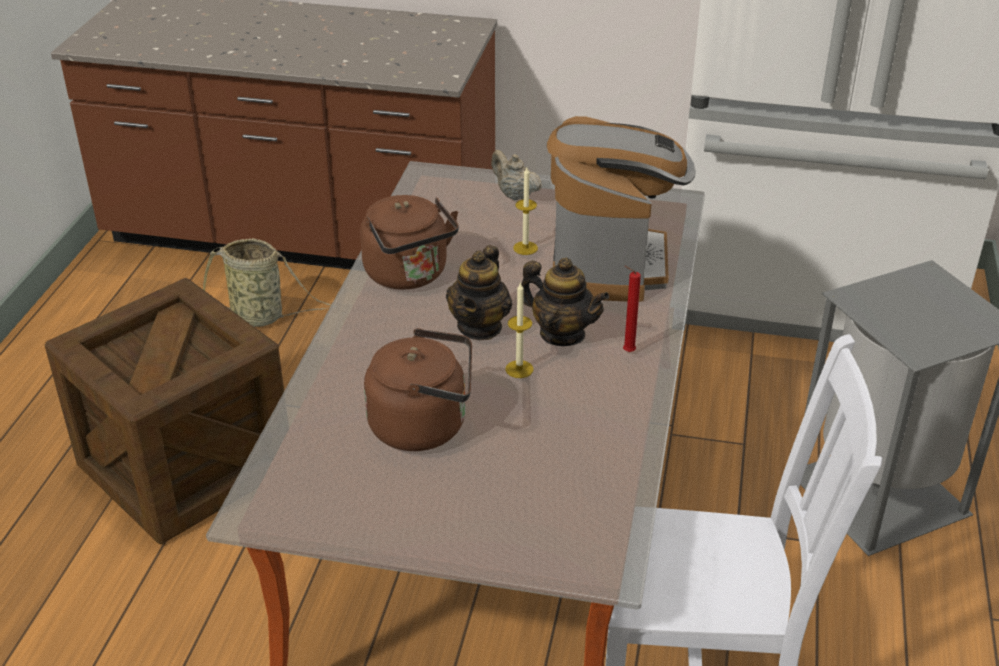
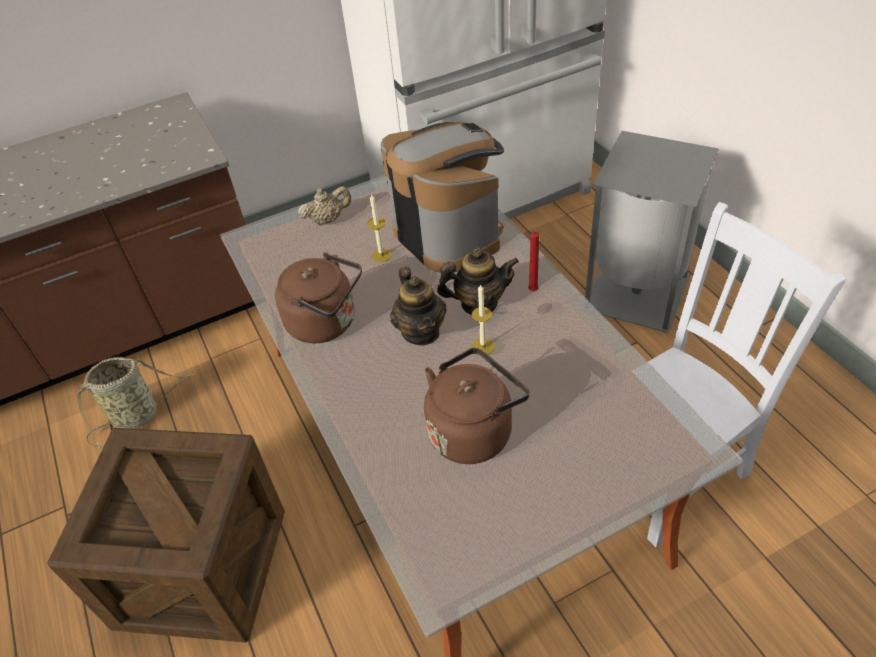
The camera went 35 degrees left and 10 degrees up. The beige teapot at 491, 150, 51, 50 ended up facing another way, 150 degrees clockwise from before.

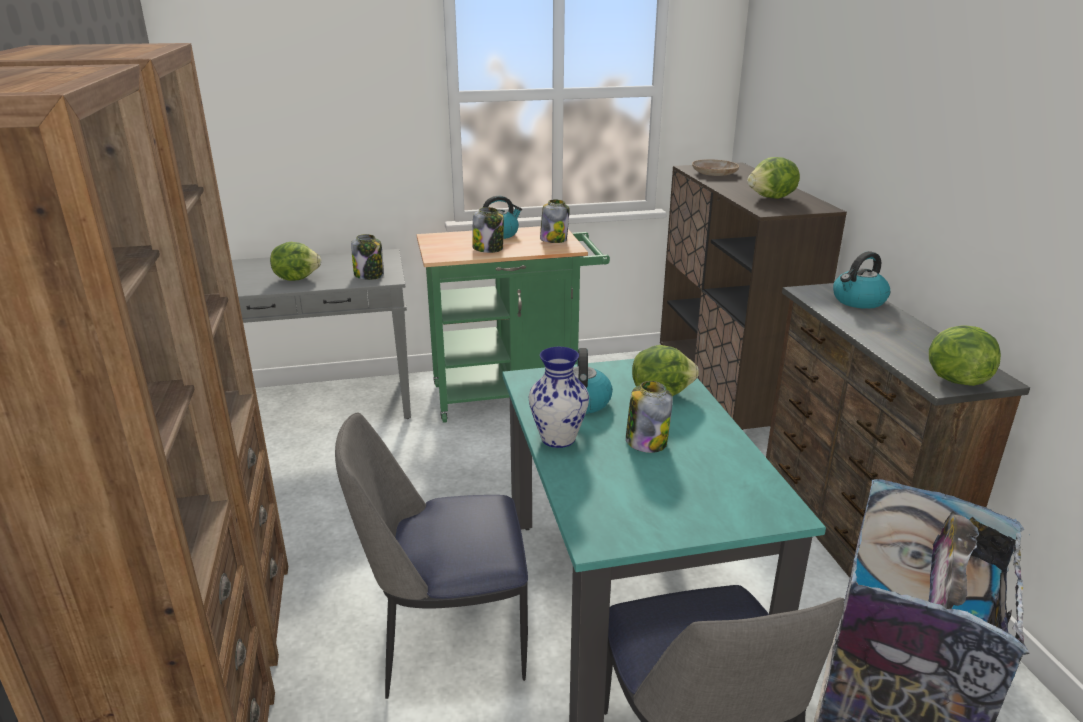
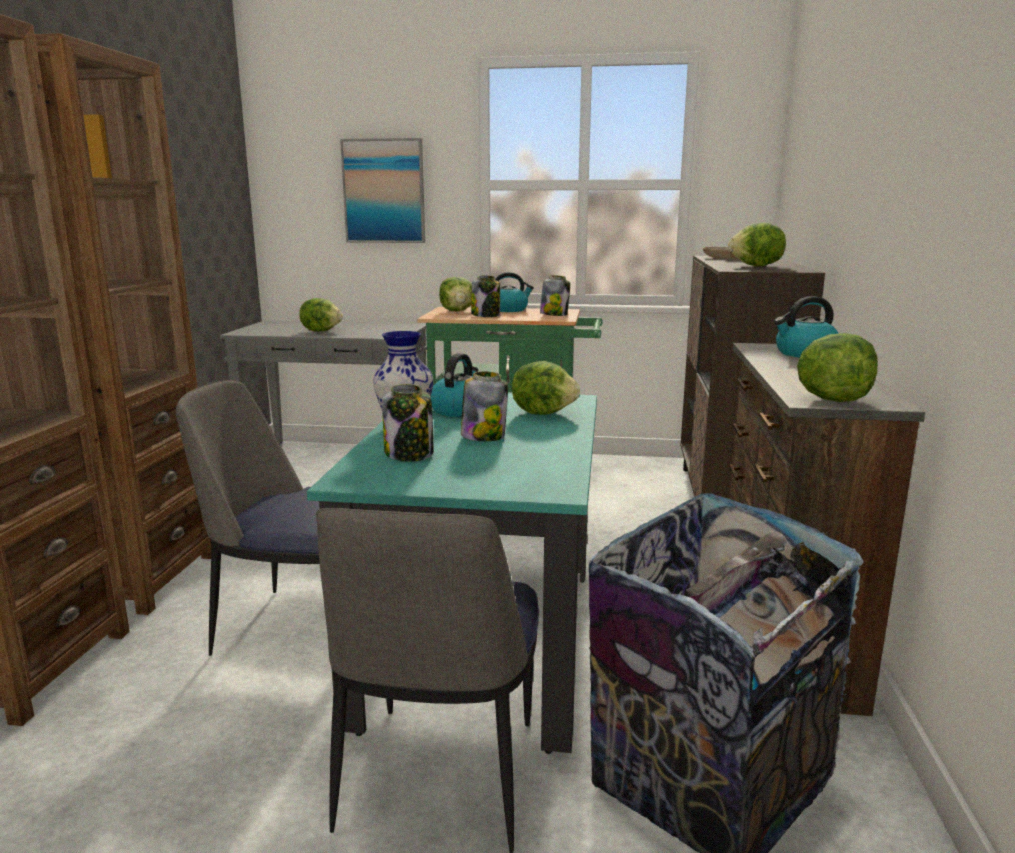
The camera went 20 degrees right and 10 degrees down. The second view gained the picture at 340, 138, 85, 105. The jar ended up elsewhere, having gone from 351, 234, 33, 46 to 382, 384, 51, 78. The second view gained the lettuce at 439, 277, 33, 34.

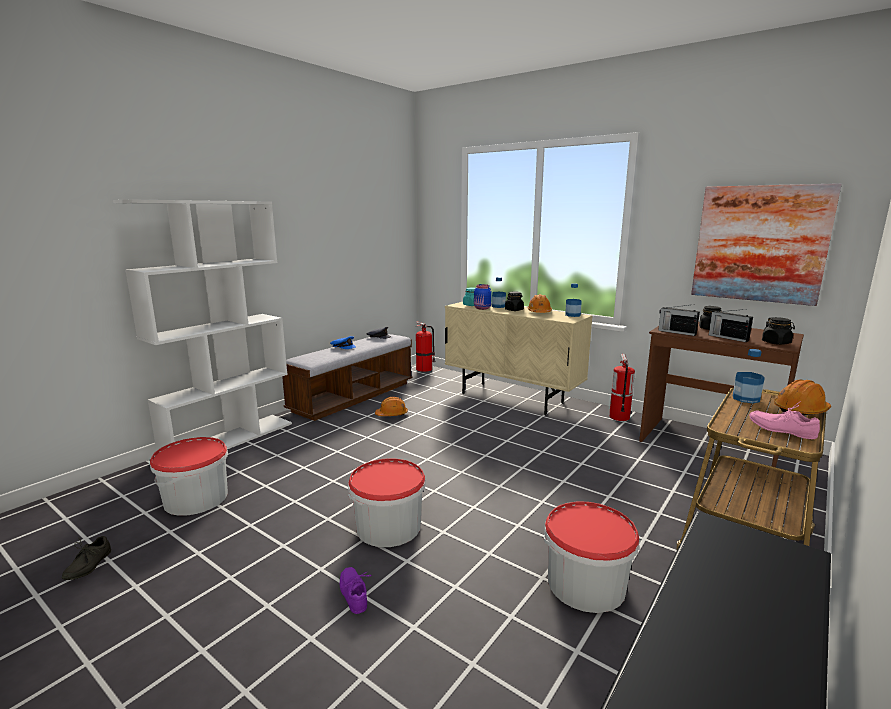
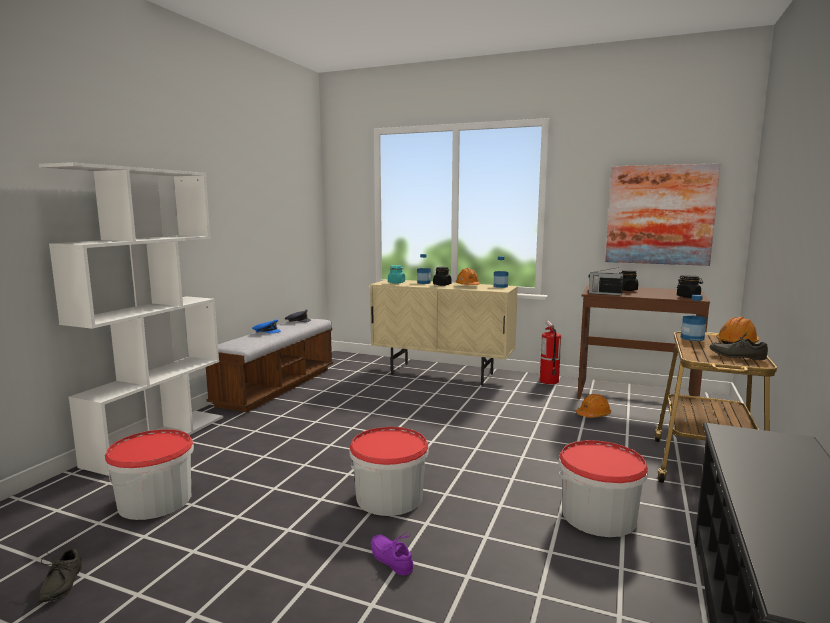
The camera went 15 degrees left and 5 degrees down. The orange hard hat ended up elsewhere, having gone from 375, 397, 33, 19 to 576, 394, 35, 23. What was the pink shoe at 749, 401, 71, 38 turned into the grey shoe at 710, 331, 58, 29. The second view lost the fire extinguisher at 415, 322, 21, 50. The second view lost the blue jar at 474, 284, 18, 26. The second view lost the radio at 709, 309, 44, 33.

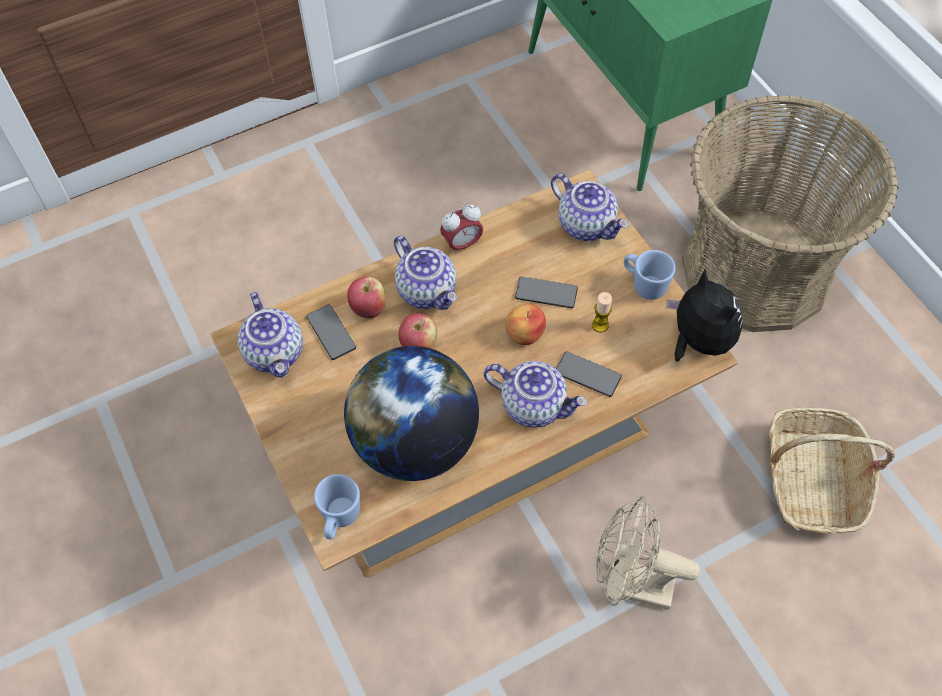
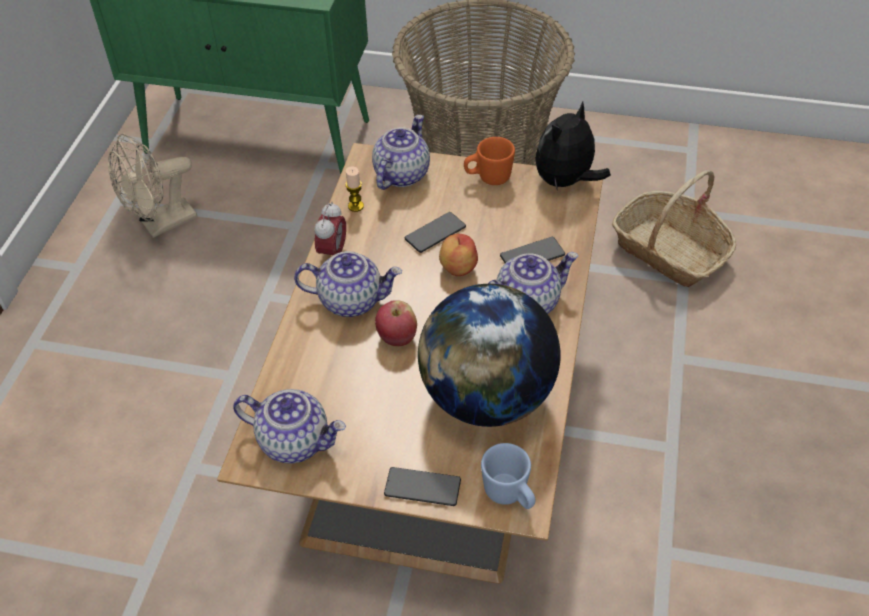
The camera went 50 degrees left and 10 degrees down. The beige fan ended up elsewhere, having gone from 596, 496, 104, 113 to 108, 133, 89, 105. The candle ended up elsewhere, having gone from 592, 292, 20, 40 to 345, 166, 19, 46. The teapot at 551, 173, 78, 68 ended up facing another way, 60 degrees counterclockwise from before. The phone ended up elsewhere, having gone from 306, 305, 50, 55 to 384, 467, 77, 39. What was the blue mug at 624, 250, 52, 50 turned into the orange mug at 464, 137, 51, 48. The plush toy at 666, 268, 77, 94 ended up facing another way, 60 degrees counterclockwise from before. The second view lost the apple at 347, 276, 39, 42.

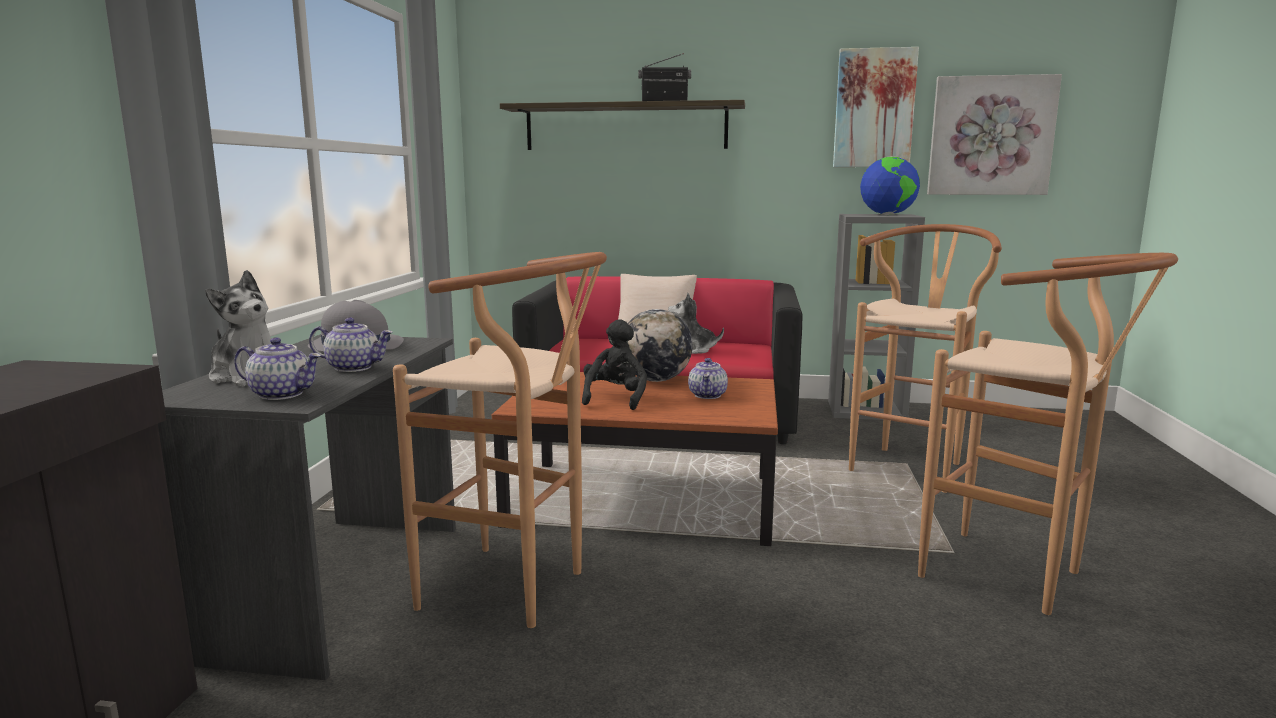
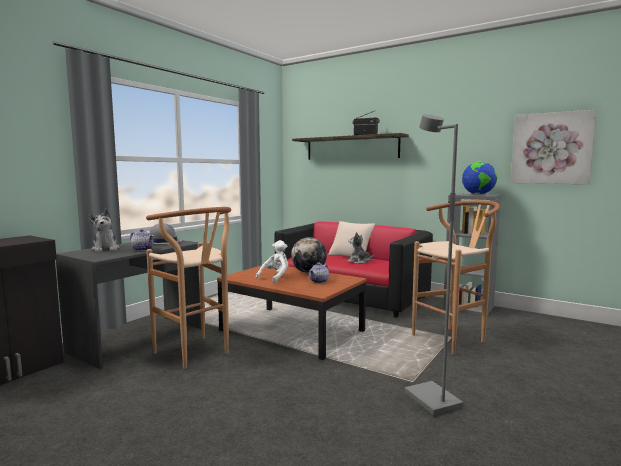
The camera went 25 degrees right and 5 degrees down. What was the black plush toy at 582, 319, 65, 91 turned into the white plush toy at 256, 240, 32, 43. Where the brown stool stood at 918, 253, 260, 362, the grey floor lamp came to stand at 404, 114, 59, 302. The second view lost the teapot at 234, 337, 87, 63. The second view lost the picture at 833, 47, 86, 120.

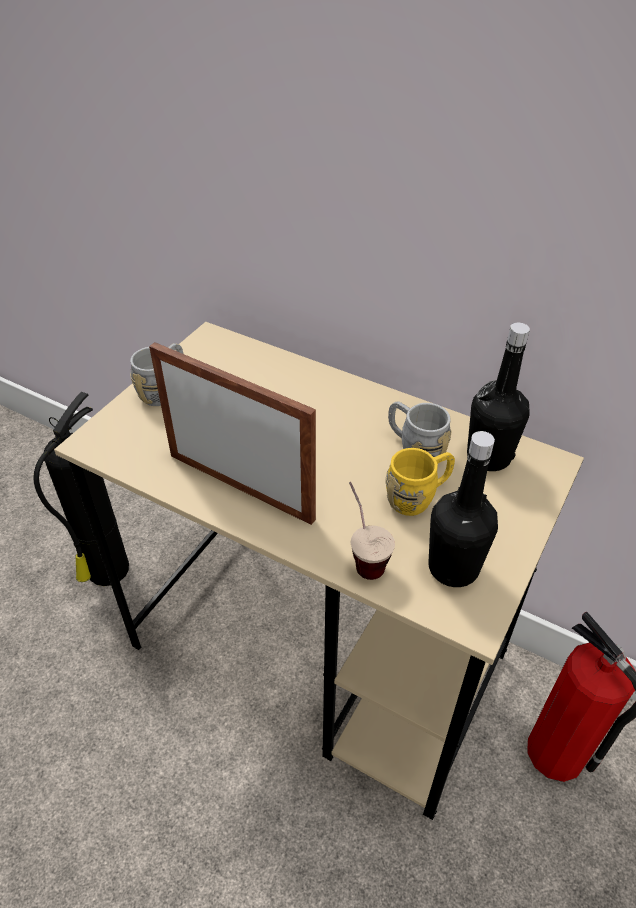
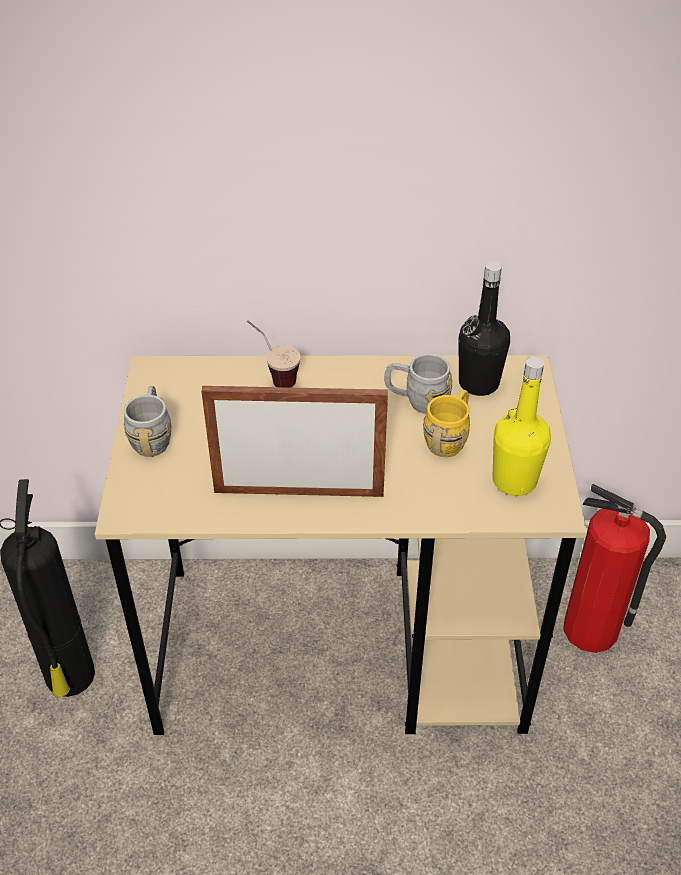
The camera went 30 degrees left and 0 degrees up. The cup ended up elsewhere, having gone from 349, 482, 46, 98 to 247, 320, 54, 68. What was the black bottle at 428, 431, 70, 156 turned into the yellow bottle at 493, 357, 58, 139.

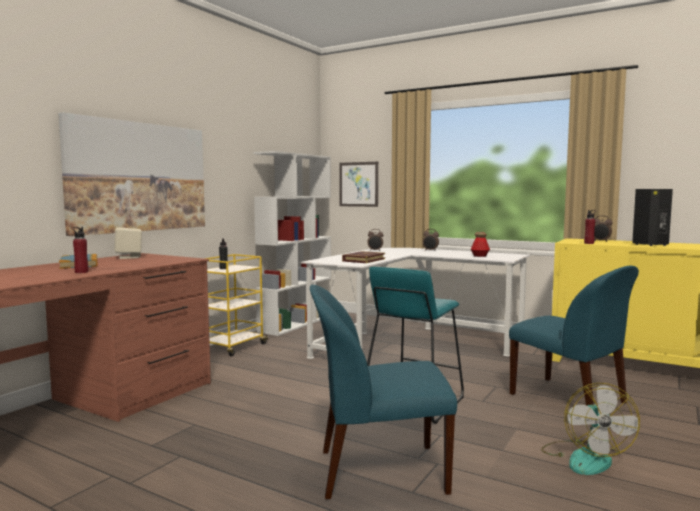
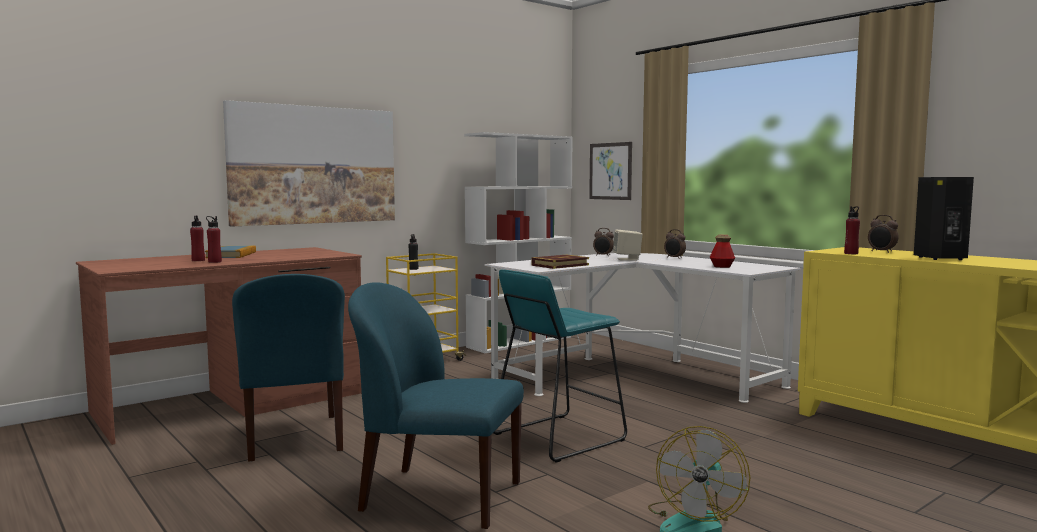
The camera went 20 degrees right and 0 degrees up. The second view gained the red bottle at 190, 216, 15, 45. The blue chair ended up elsewhere, having gone from 509, 266, 130, 140 to 232, 274, 113, 188. The beige speaker ended up elsewhere, having gone from 114, 227, 28, 32 to 613, 230, 29, 31.

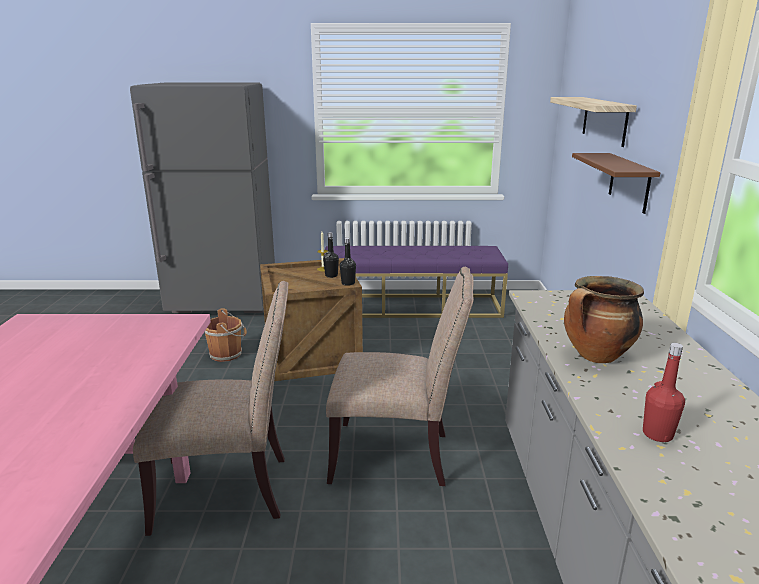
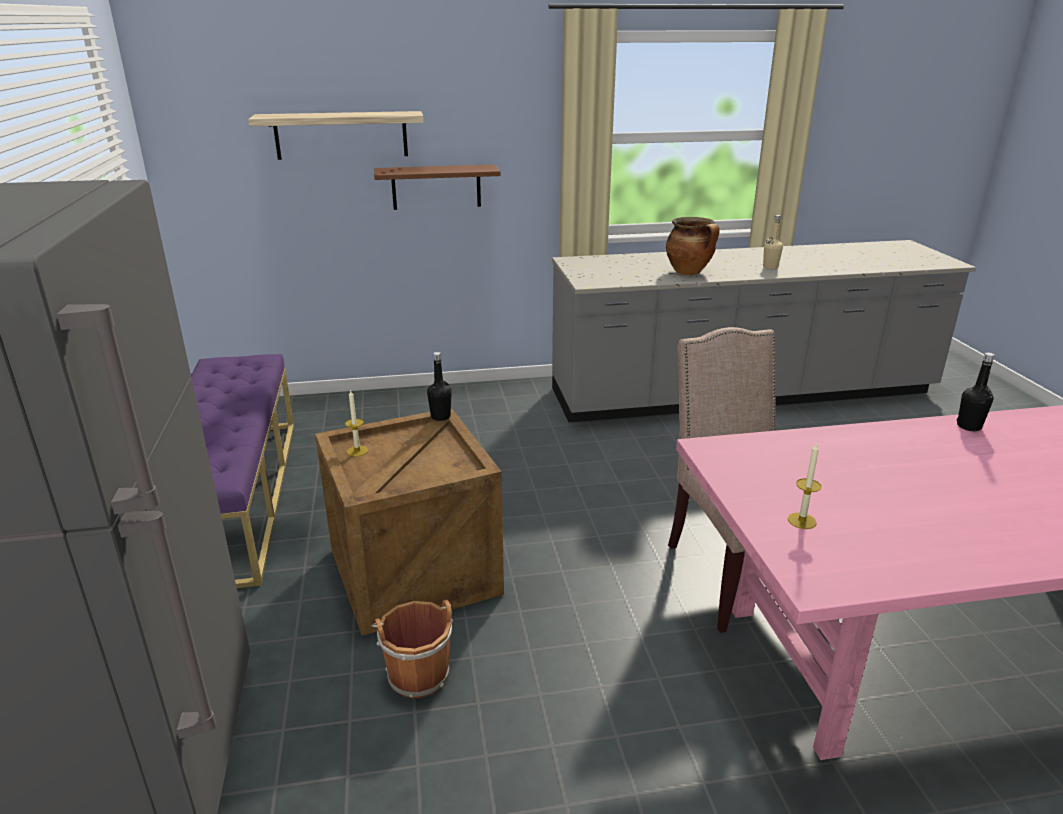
The camera went 100 degrees left and 5 degrees up. What was the red bottle at 643, 343, 42, 99 turned into the beige bottle at 763, 215, 20, 54. The second view gained the candle at 788, 443, 33, 86. The black bottle ended up elsewhere, having gone from 323, 232, 16, 46 to 957, 352, 38, 79. The second view lost the beige chair at 326, 267, 148, 219.

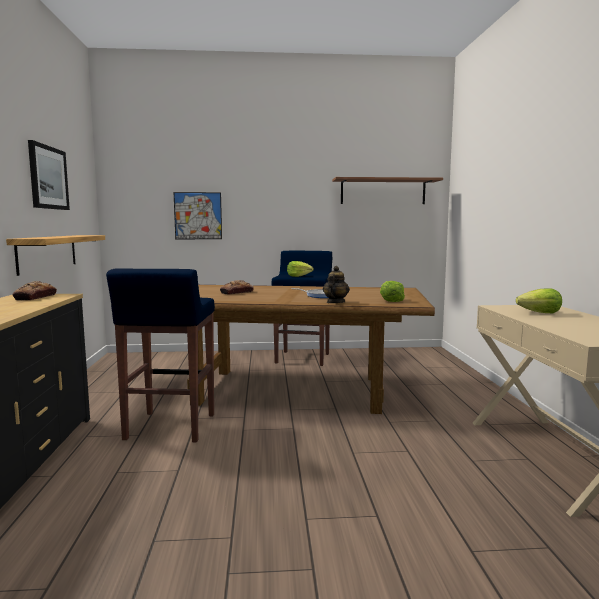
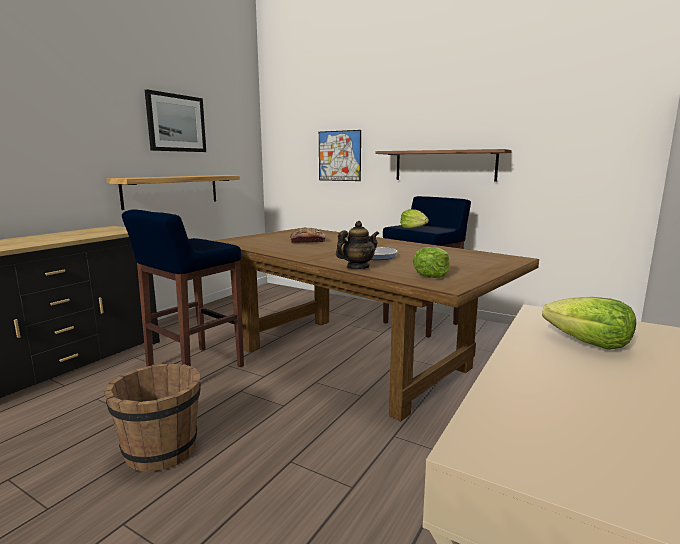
The camera went 35 degrees right and 5 degrees up. The second view gained the brown bucket at 104, 364, 97, 108. The shelf ended up elsewhere, having gone from 332, 177, 111, 27 to 376, 149, 136, 33. The second view lost the bread at 13, 281, 44, 19.

